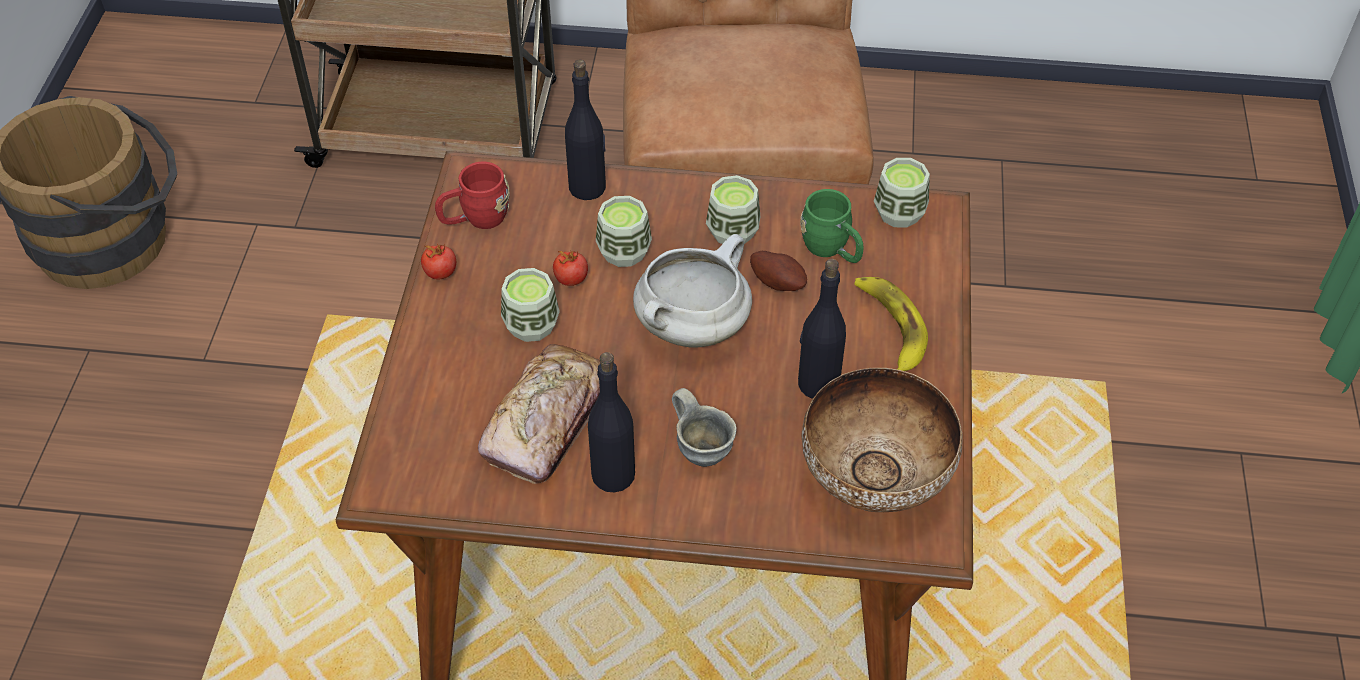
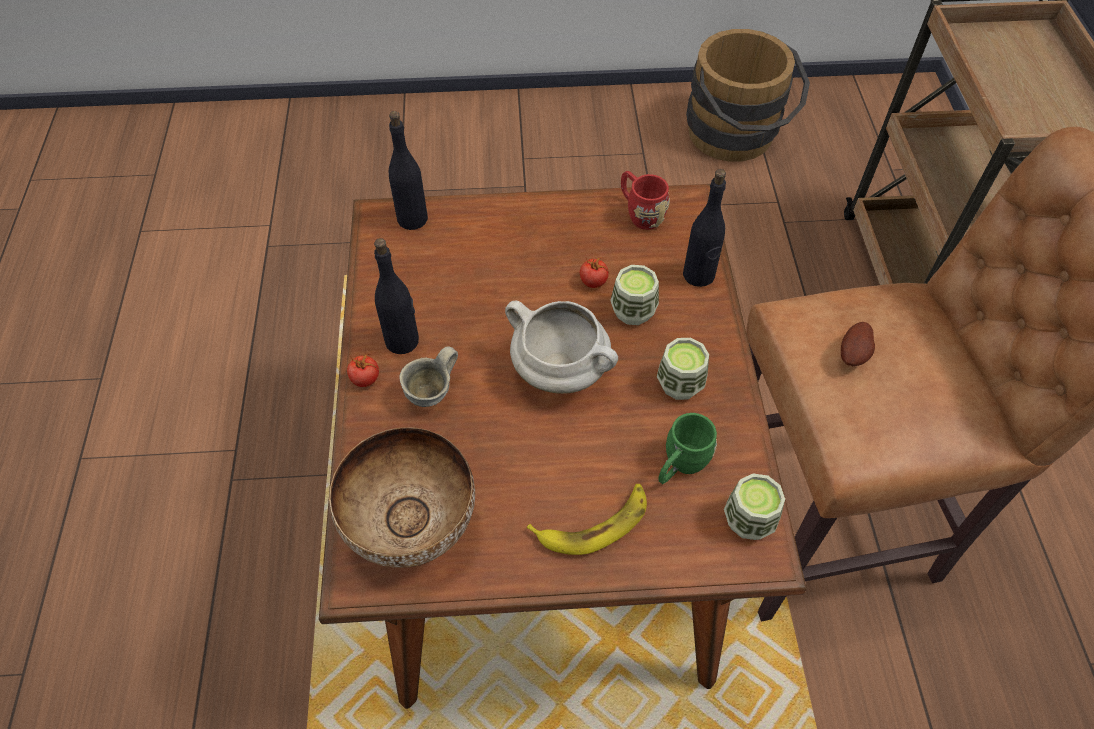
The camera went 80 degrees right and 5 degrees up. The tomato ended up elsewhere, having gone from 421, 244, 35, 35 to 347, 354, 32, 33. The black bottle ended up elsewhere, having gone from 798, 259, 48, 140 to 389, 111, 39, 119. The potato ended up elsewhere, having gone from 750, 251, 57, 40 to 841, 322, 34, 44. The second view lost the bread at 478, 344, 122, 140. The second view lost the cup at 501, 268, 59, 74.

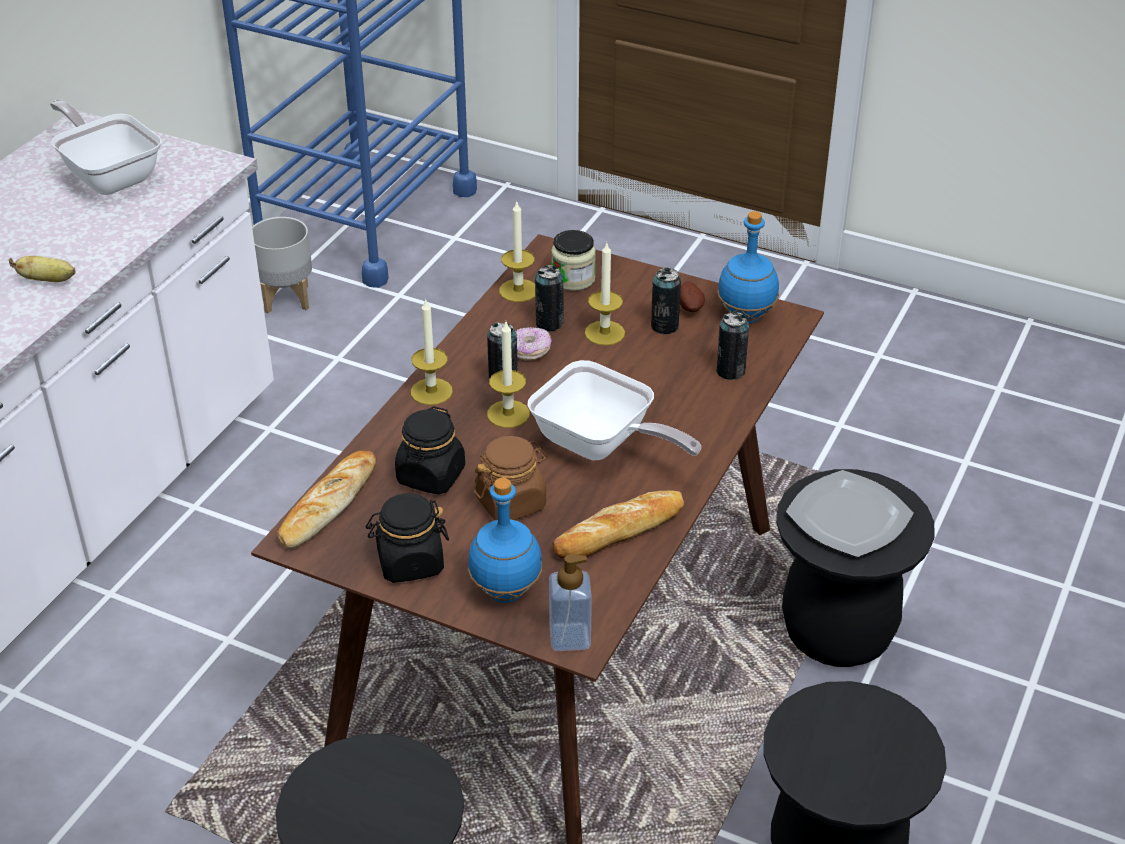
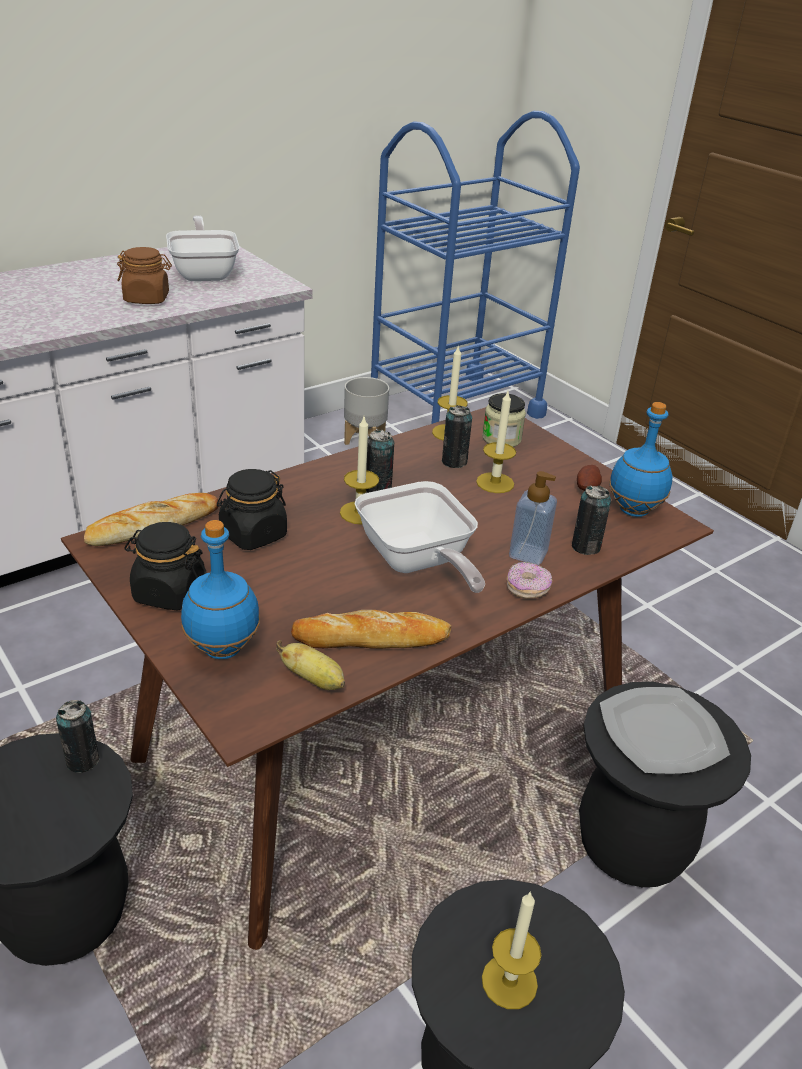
The camera went 25 degrees right and 5 degrees down. The can ended up elsewhere, having gone from 651, 268, 30, 66 to 56, 700, 43, 73. The brown jar ended up elsewhere, having gone from 473, 436, 75, 84 to 117, 247, 55, 57. The banana ended up elsewhere, having gone from 9, 256, 67, 26 to 276, 640, 69, 50. The candle ended up elsewhere, having gone from 411, 299, 42, 106 to 482, 891, 60, 118. The donut ended up elsewhere, having gone from 516, 327, 35, 34 to 507, 562, 45, 37. The soap dispenser ended up elsewhere, having gone from 549, 554, 43, 97 to 509, 471, 48, 94.

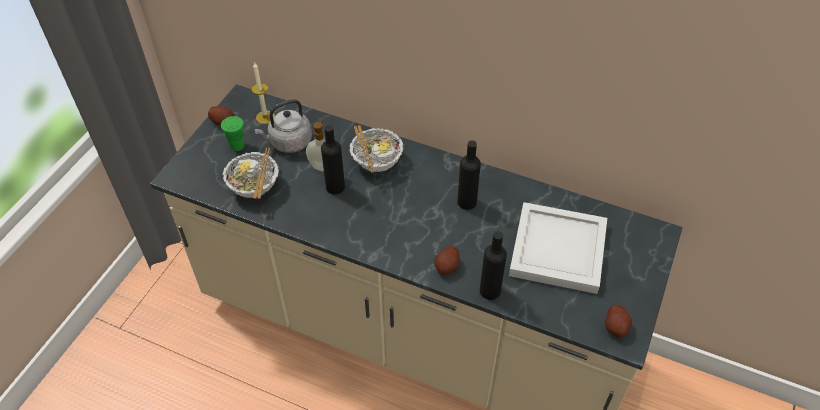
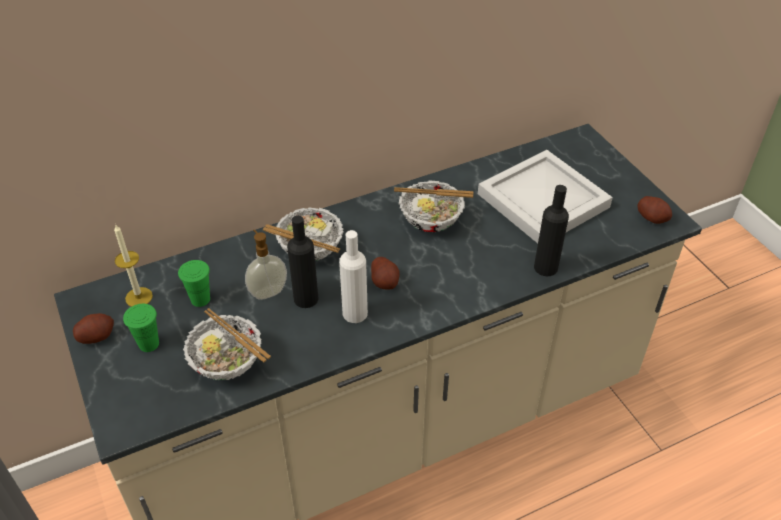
The camera went 50 degrees left and 5 degrees down. Where the grey kettle stood at 254, 99, 58, 54, the green cup came to stand at 178, 260, 32, 47. The second view gained the white bottle at 339, 230, 29, 93. The potato ended up elsewhere, having gone from 434, 246, 26, 29 to 371, 257, 29, 33. Where the black bottle stood at 457, 140, 24, 70, the bowl came to stand at 394, 180, 79, 52.

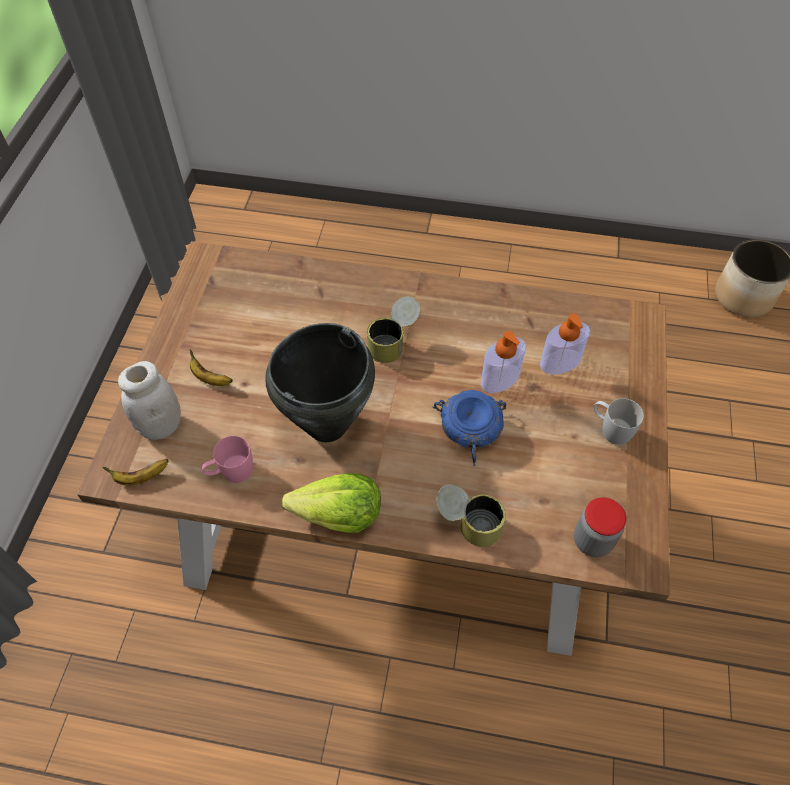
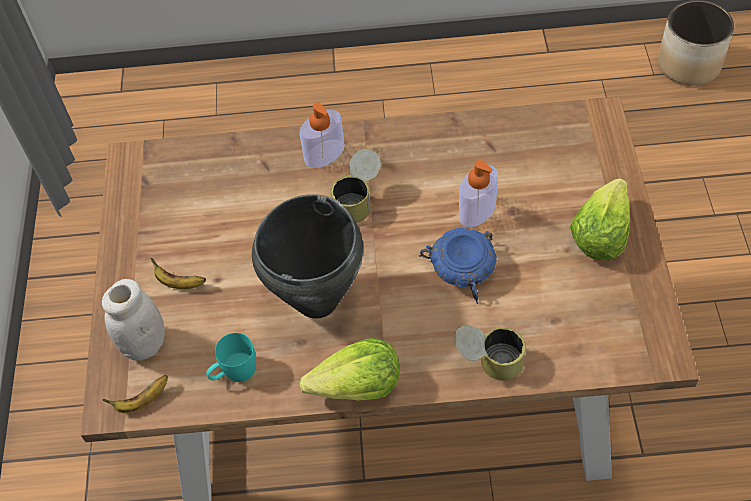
The camera went 10 degrees left and 0 degrees up. What was the pink mug at 202, 436, 51, 47 turned into the turquoise mug at 206, 333, 50, 49. The soap dispenser ended up elsewhere, having gone from 540, 313, 50, 62 to 299, 103, 46, 65. Where the white mug stood at 594, 398, 50, 47, the lettuce came to stand at 570, 178, 60, 83. The second view lost the jar at 574, 497, 52, 60.

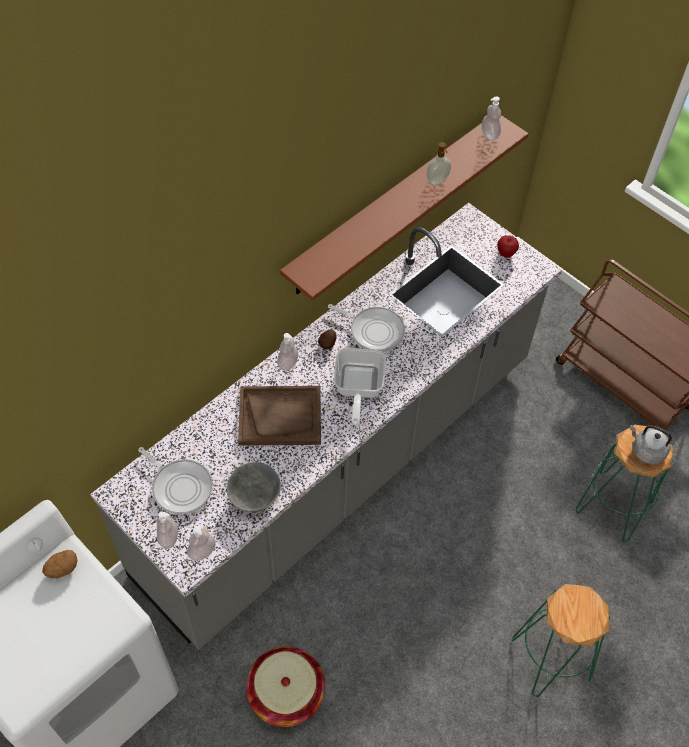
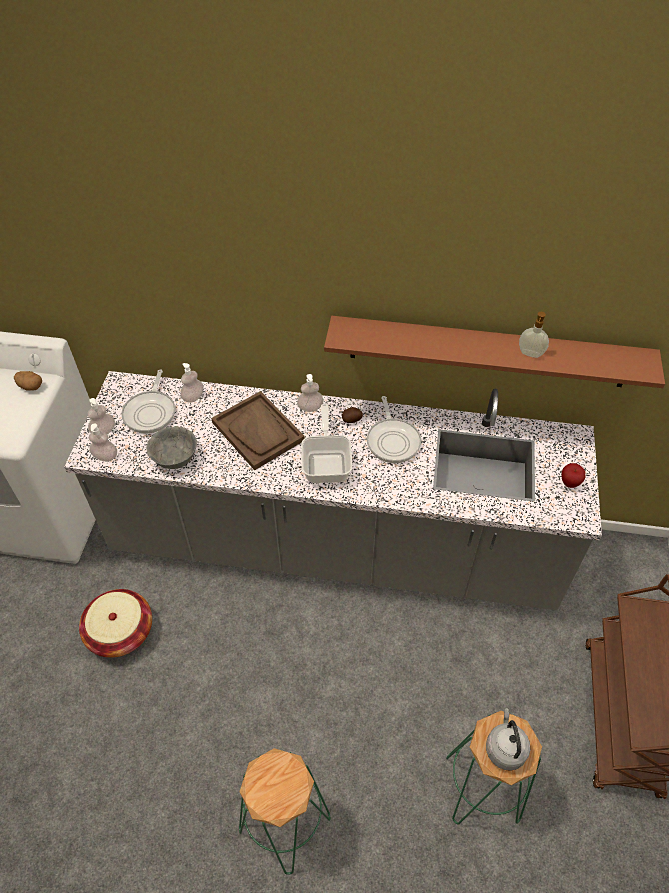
The camera went 55 degrees right and 5 degrees down. The soap dispenser ended up elsewhere, having gone from 482, 96, 19, 44 to 181, 363, 23, 40. The frying pan at 334, 348, 52, 78 ended up facing another way, 120 degrees clockwise from before.

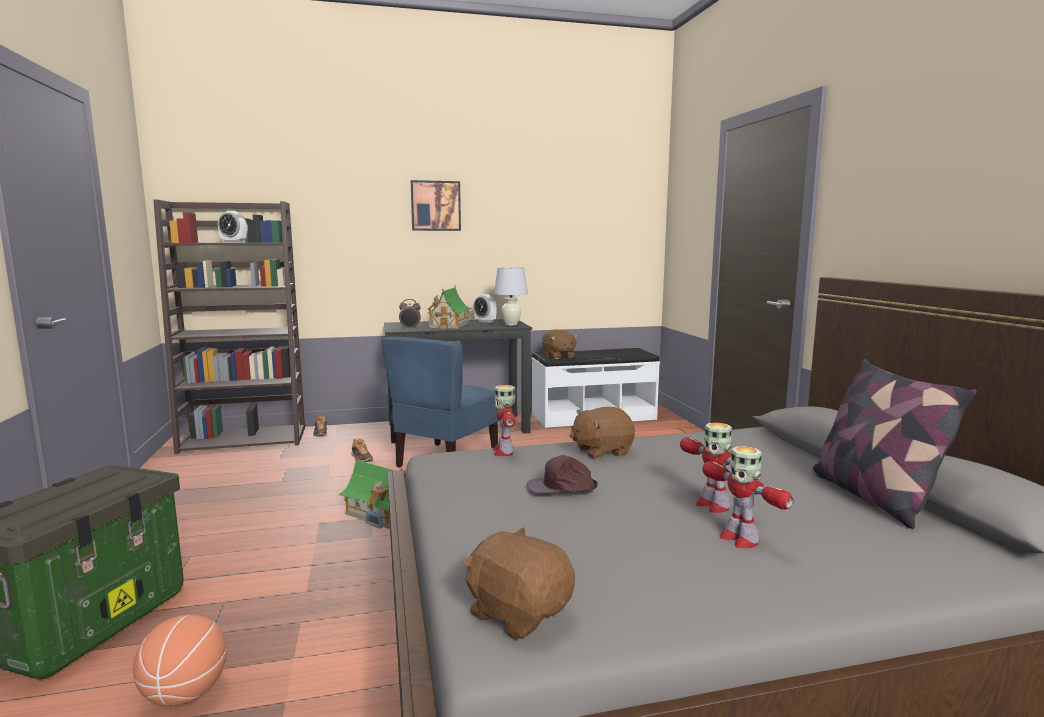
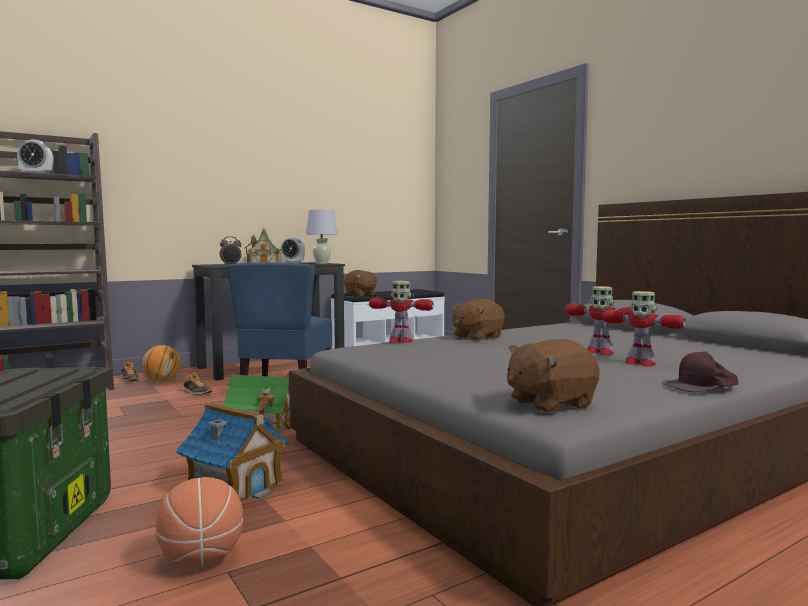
The camera went 20 degrees left and 5 degrees down. The second view gained the basketball at 142, 345, 39, 36. The second view gained the toy house at 175, 403, 114, 97. The toy robot at 493, 385, 23, 71 ended up facing another way, 45 degrees counterclockwise from before. The brown plush toy at 463, 527, 112, 113 ended up facing another way, 45 degrees counterclockwise from before. The brown cap ended up elsewhere, having gone from 527, 455, 71, 39 to 662, 351, 76, 41. The second view lost the picture at 411, 180, 50, 51. The second view lost the pillow at 812, 359, 165, 170.

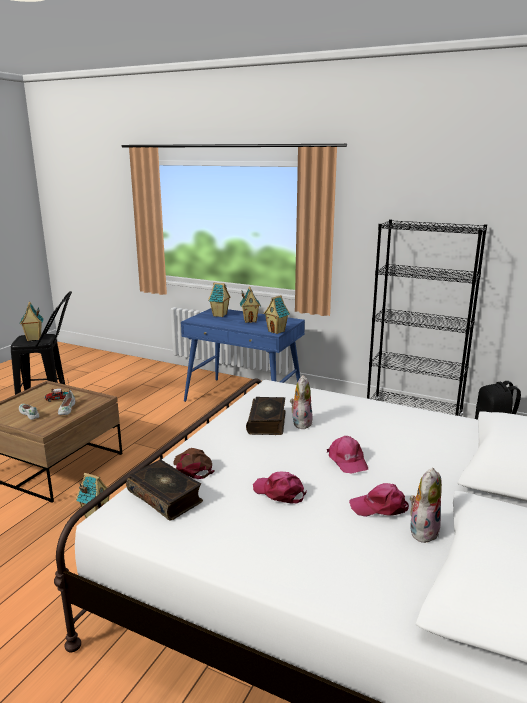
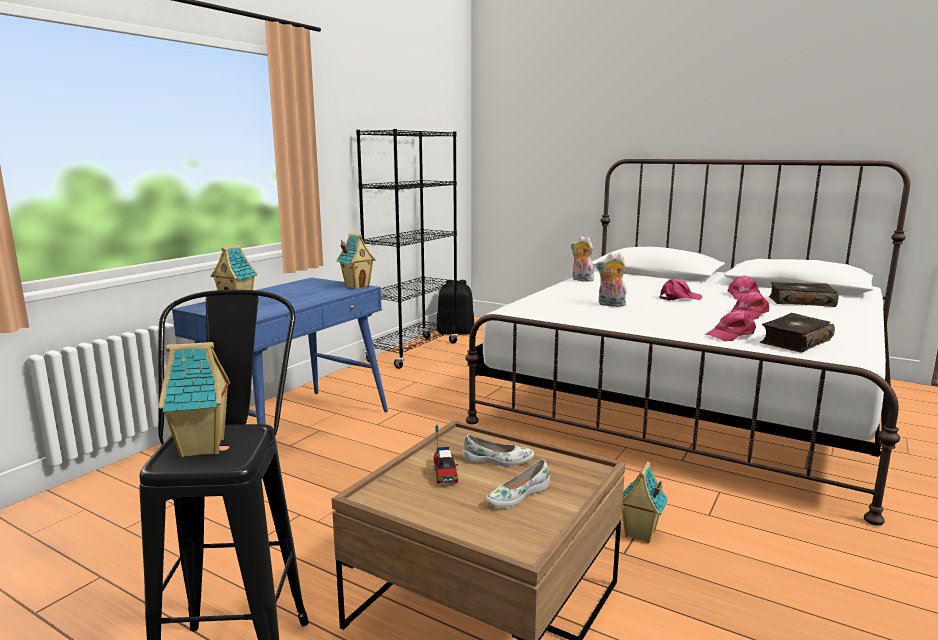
The camera went 85 degrees left and 5 degrees down. The plush toy ended up elsewhere, having gone from 410, 468, 32, 75 to 571, 236, 23, 46. What was the brown cap at 173, 448, 42, 31 turned into the pink cap at 704, 310, 52, 31. The book ended up elsewhere, having gone from 246, 397, 40, 38 to 769, 282, 70, 25. The second view lost the toy house at 240, 286, 21, 37.

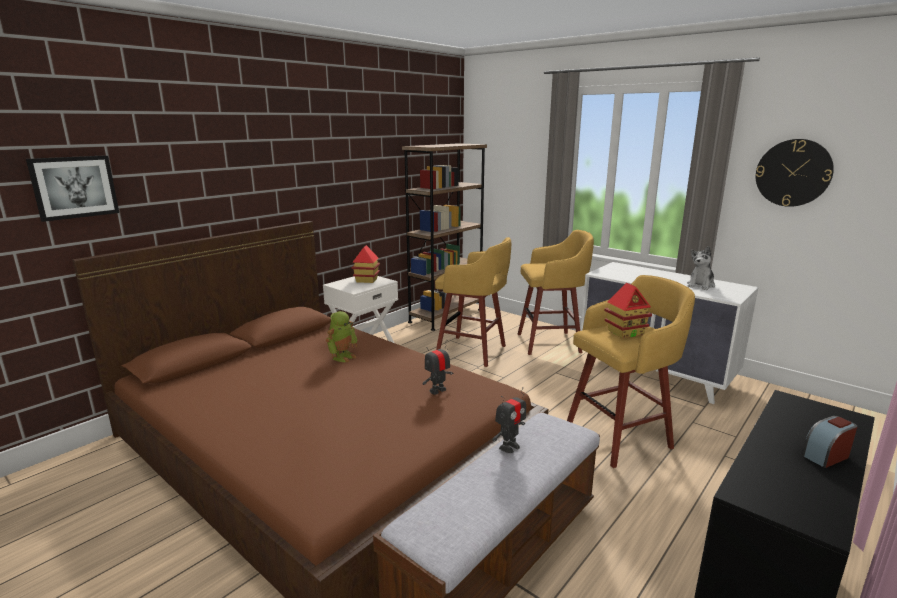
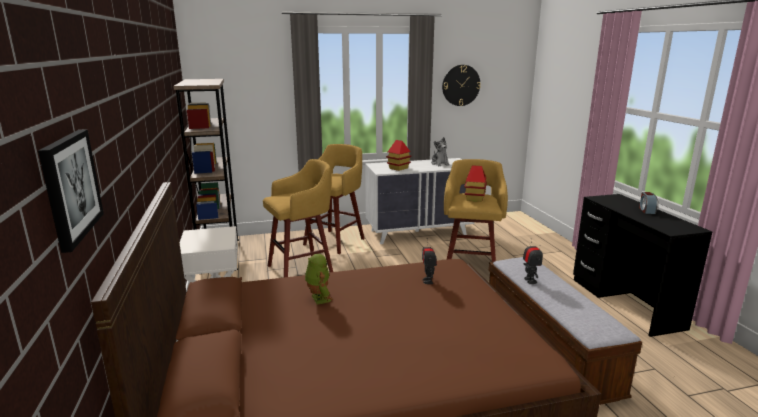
The camera went 55 degrees left and 0 degrees up. The toy house ended up elsewhere, having gone from 352, 245, 28, 38 to 386, 140, 26, 31.

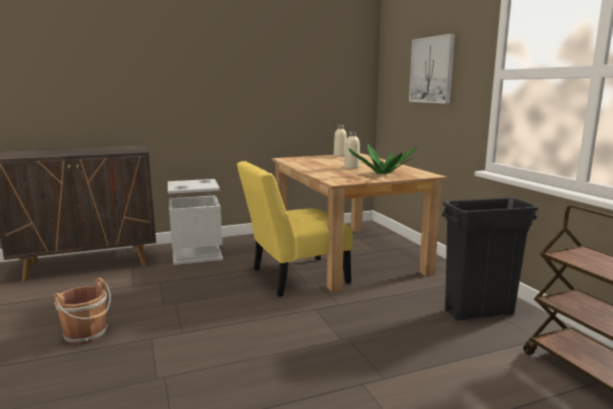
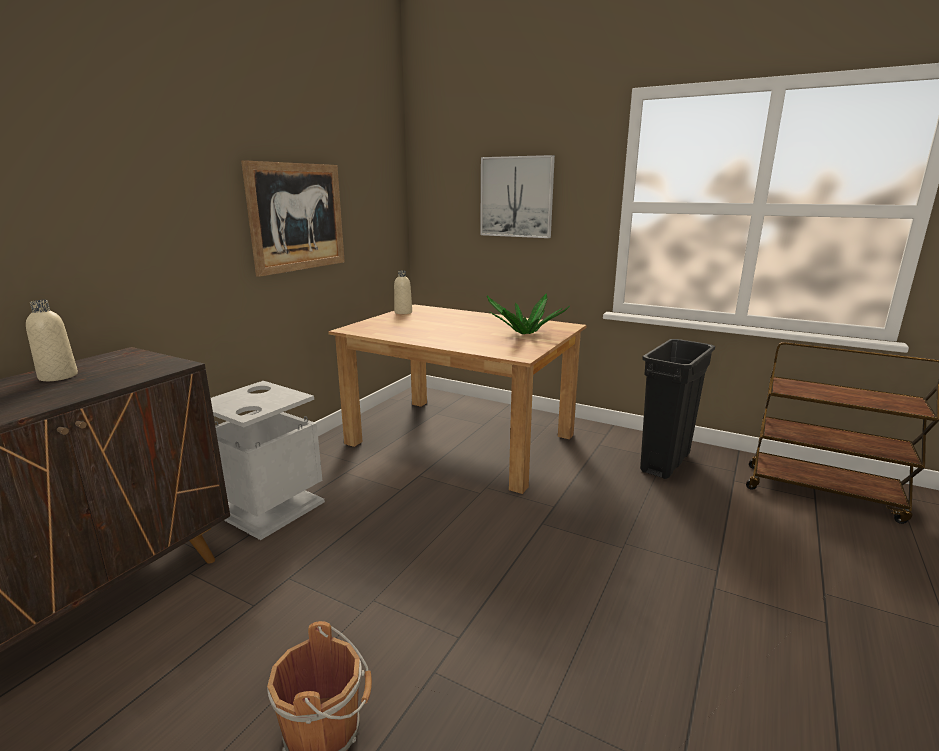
The camera went 40 degrees left and 5 degrees up. The beige bottle ended up elsewhere, having gone from 344, 131, 16, 38 to 26, 300, 52, 81. The second view gained the picture at 241, 160, 104, 117. The second view lost the yellow chair at 237, 161, 116, 136.

